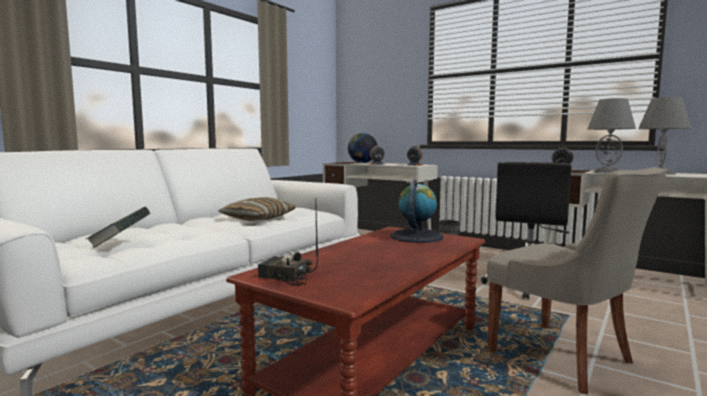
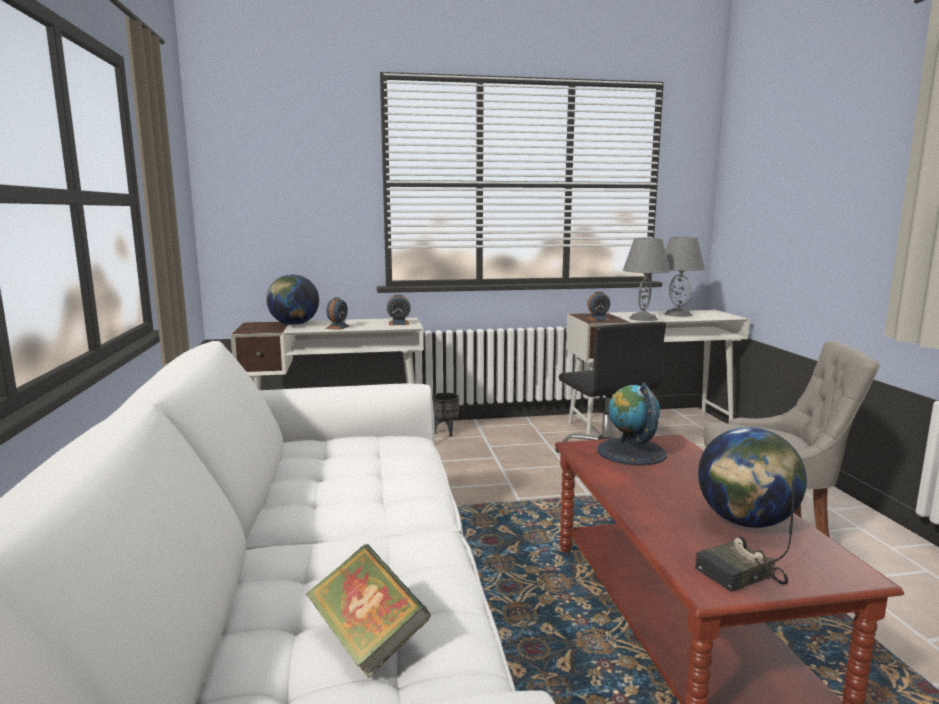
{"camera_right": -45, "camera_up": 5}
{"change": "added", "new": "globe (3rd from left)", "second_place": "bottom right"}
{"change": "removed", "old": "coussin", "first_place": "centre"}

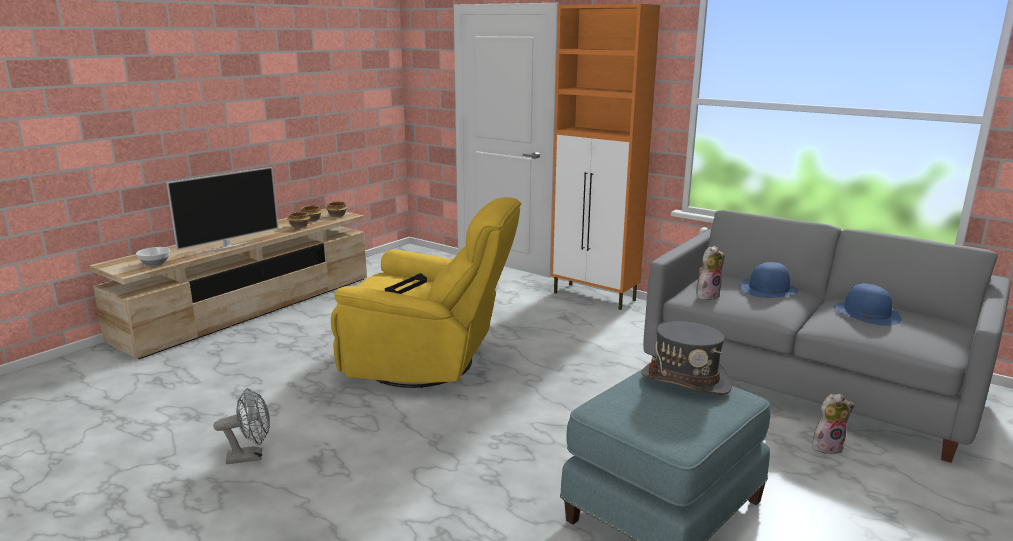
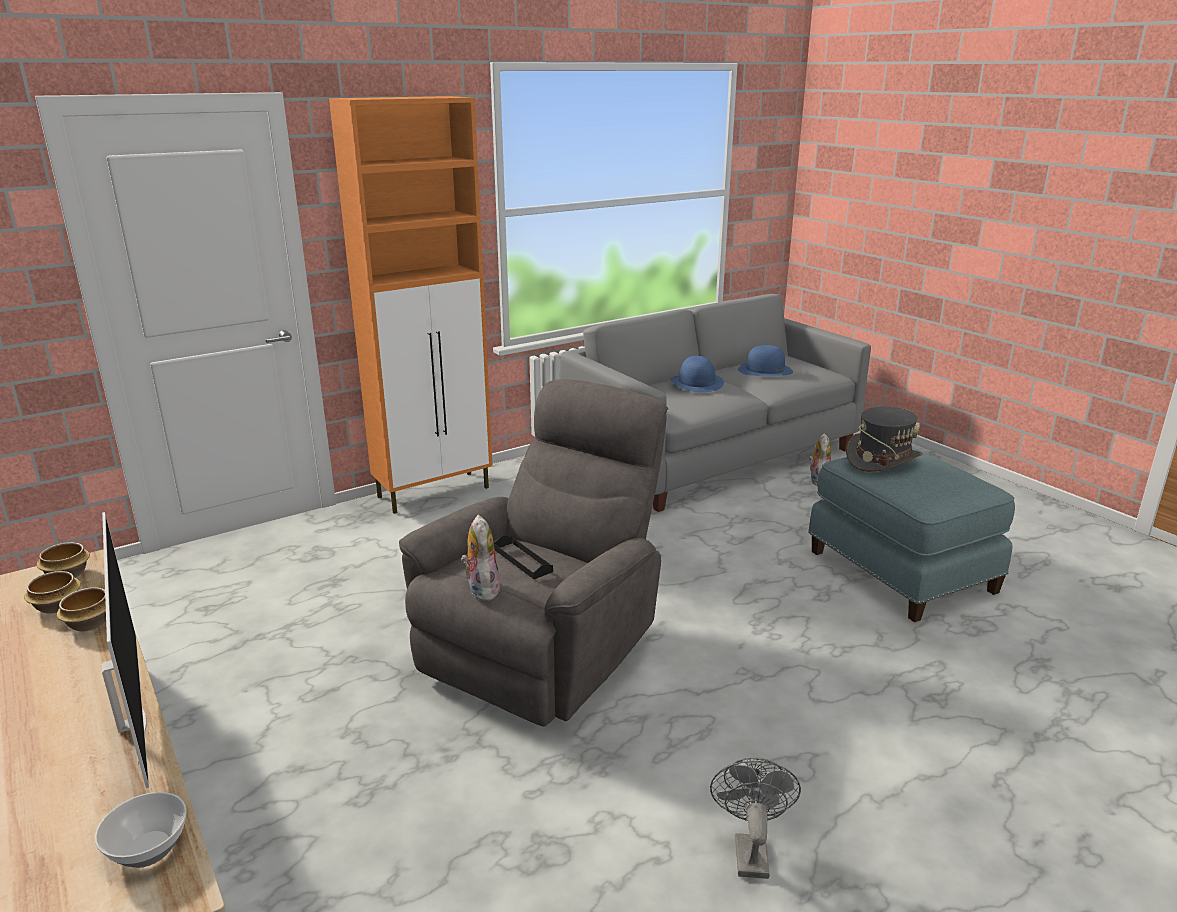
{"camera_right": -70, "camera_up": 5}
{"change": "recoloured", "old": "fauteuil/jaune", "new": "fauteuil/gris", "first_place": "centre", "second_place": "centre"}
{"change": "moved", "old": "peluche (1st from left)", "first_place": "middle right", "second_place": "centre"}

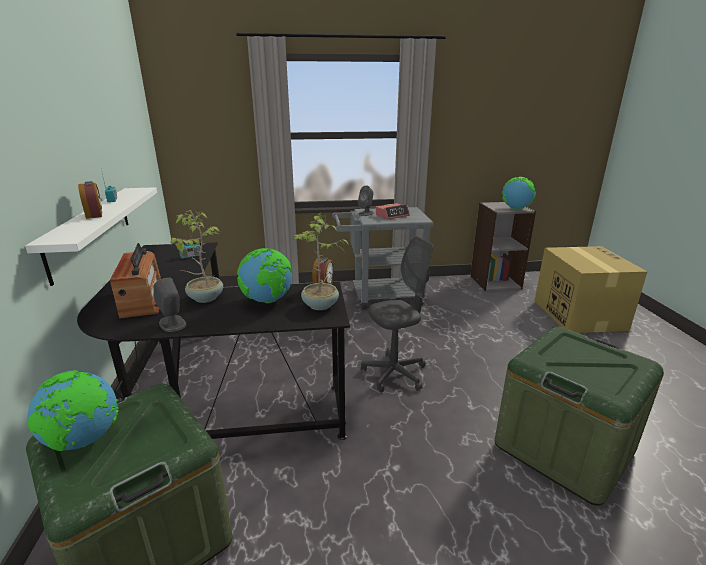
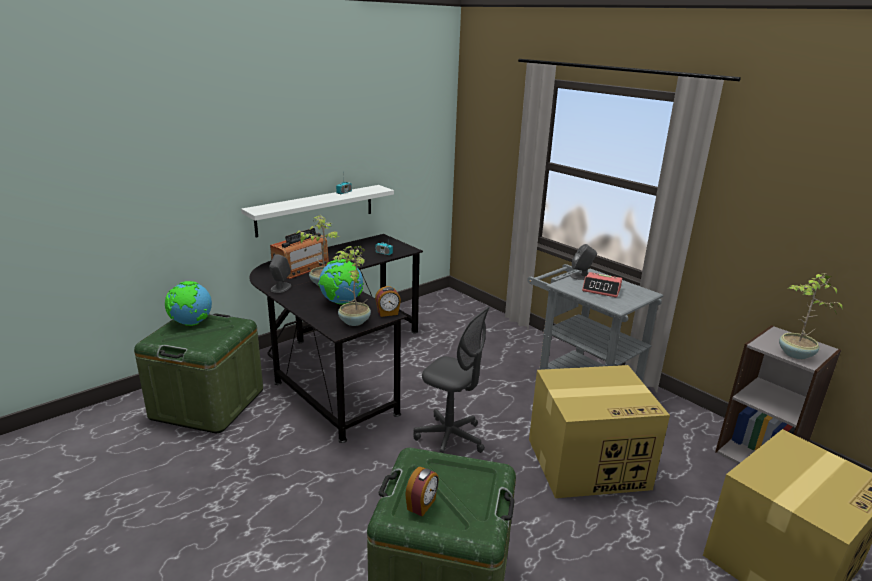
{"camera_right": 55, "camera_up": 0}
{"change": "moved", "old": "réveil (1st from left in the first image)", "new": "réveil (2nd from left)", "first_place": "middle left", "second_place": "bottom centre"}
{"change": "added", "new": "carton (1st from left)", "second_place": "bottom right"}
{"change": "replaced", "old": "globe (3rd from left)", "new": "plante en pot (3rd from left)", "first_place": "middle right", "second_place": "middle right"}

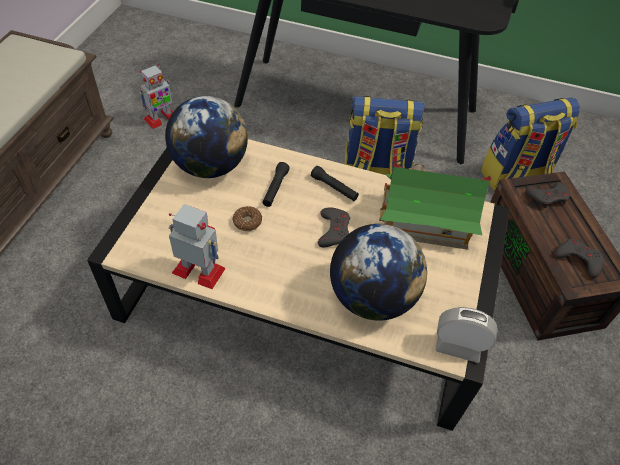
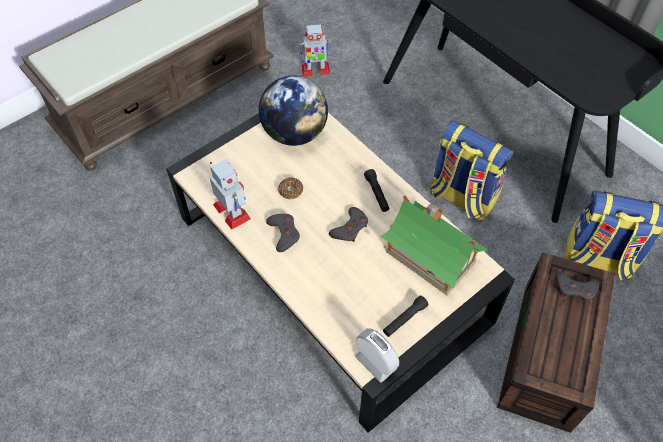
{"camera_right": 35, "camera_up": 5}
{"change": "moved", "old": "manette/gris (3rd from left in the first image)", "new": "manette/gris (1st from left)", "first_place": "middle right", "second_place": "centre"}
{"change": "moved", "old": "lampe de poche/noir (1st from left in the first image)", "new": "lampe de poche/noir (2nd from left)", "first_place": "centre", "second_place": "bottom centre"}
{"change": "removed", "old": "globe (2nd from left)", "first_place": "centre"}

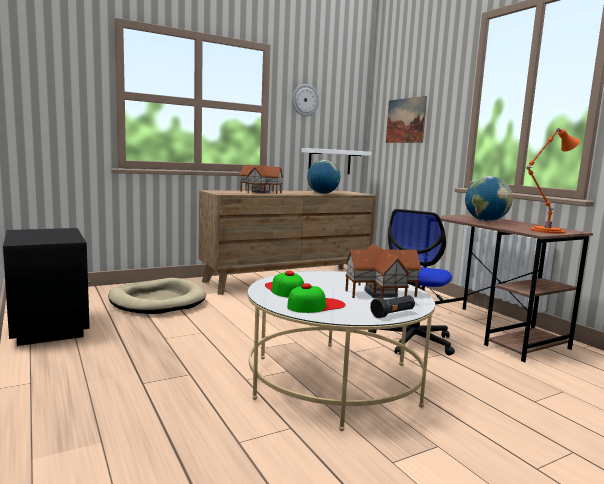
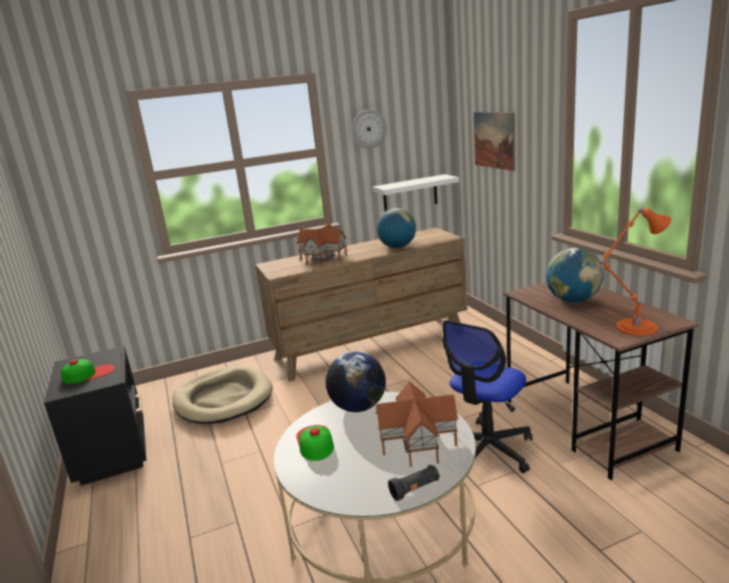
{"camera_right": 10, "camera_up": 10}
{"change": "moved", "old": "casquette (2nd from left in the first image)", "new": "casquette (1st from left)", "first_place": "centre", "second_place": "middle left"}
{"change": "added", "new": "globe (1st from left)", "second_place": "centre"}

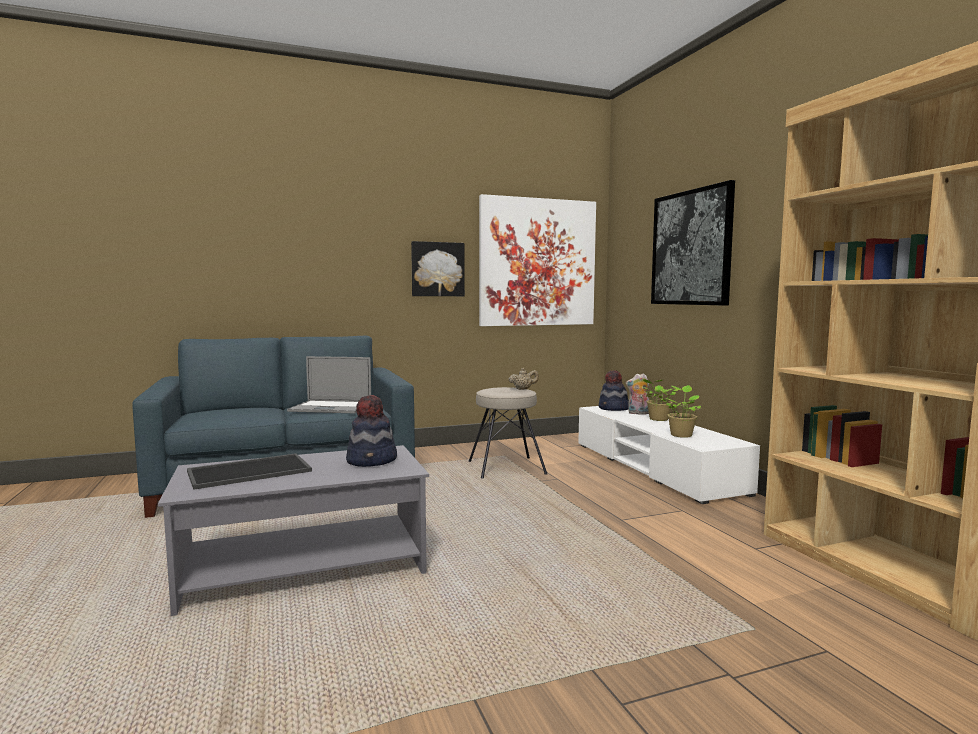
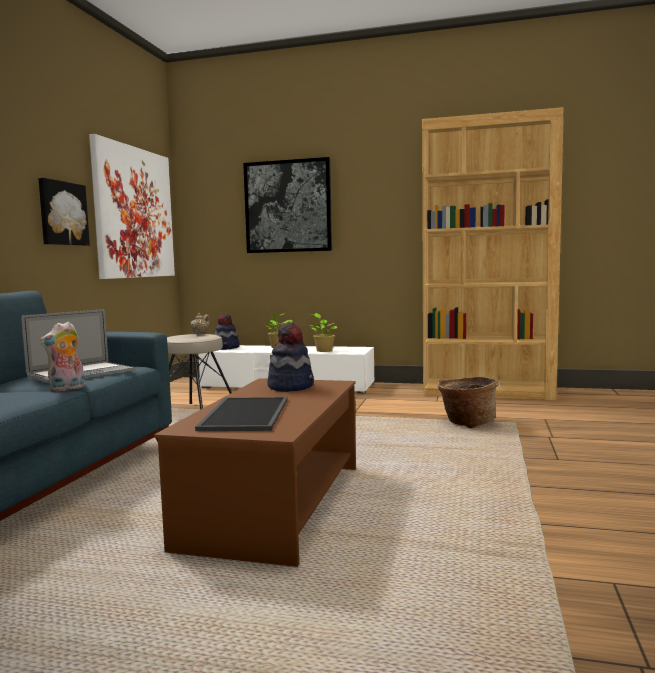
{"camera_right": -55, "camera_up": 0}
{"change": "moved", "old": "peluche", "first_place": "centre", "second_place": "middle left"}
{"change": "recoloured", "old": "table basse/gris", "new": "table basse/marron", "first_place": "bottom left", "second_place": "bottom centre"}
{"change": "added", "new": "panier", "second_place": "middle right"}

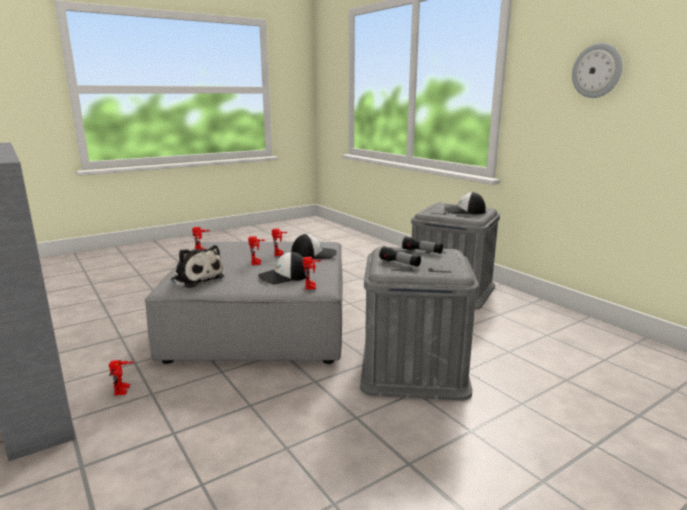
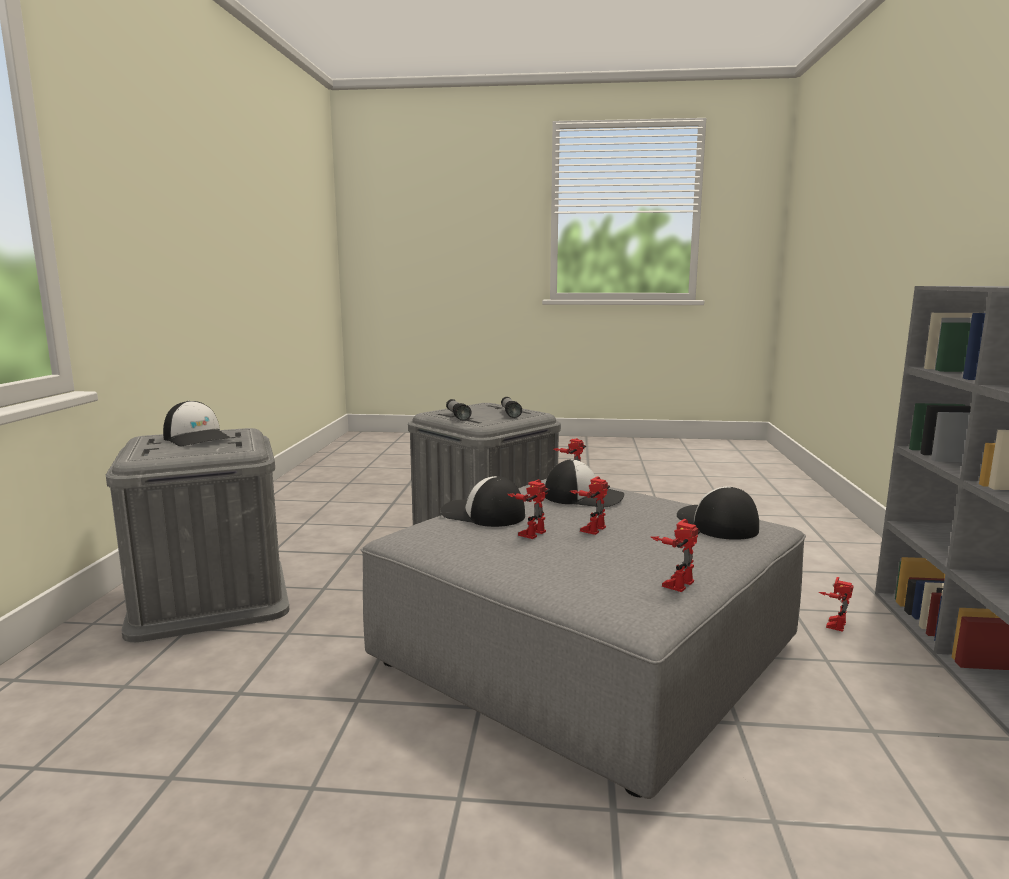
{"camera_right": -140, "camera_up": -5}
{"change": "replaced", "old": "peluche", "new": "casquette (4th from left)", "first_place": "middle left", "second_place": "middle right"}
{"change": "removed", "old": "horloge murale", "first_place": "top right"}

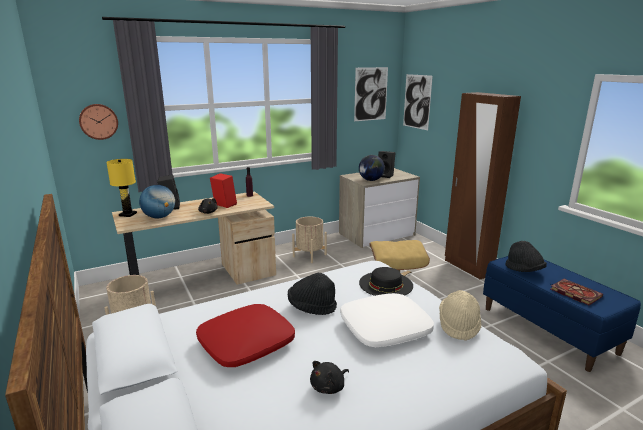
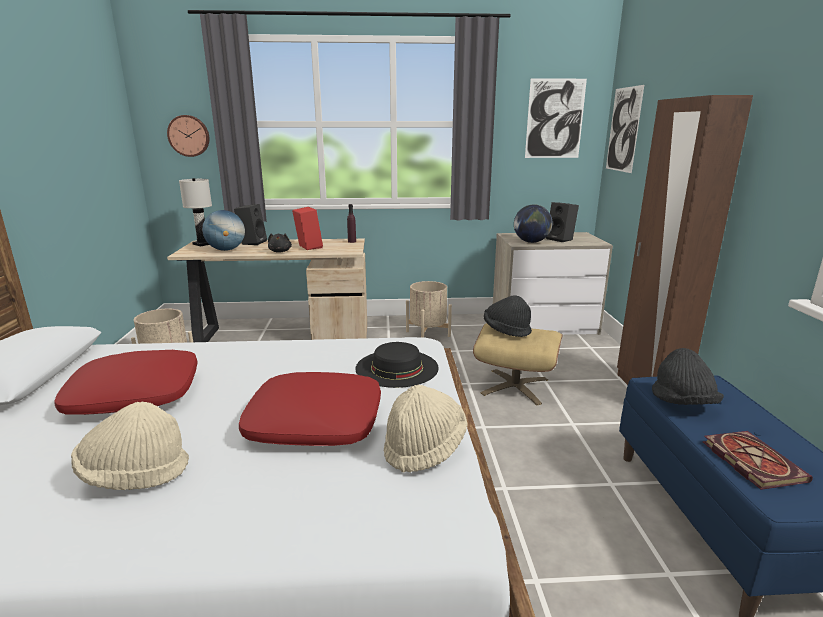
{"camera_right": 25, "camera_up": 0}
{"change": "replaced", "old": "peluche/noir (2nd from left)", "new": "chapeau/beige (1st from left)", "first_place": "bottom centre", "second_place": "bottom left"}
{"change": "recoloured", "old": "lampe de table/jaune", "new": "lampe de table/blanc", "first_place": "middle left", "second_place": "middle left"}
{"change": "recoloured", "old": "coussin/blanc", "new": "coussin/rouge (2nd from left)", "first_place": "bottom centre", "second_place": "centre"}
{"change": "moved", "old": "chapeau/noir (1st from left in the first image)", "new": "chapeau/noir (2nd from left)", "first_place": "bottom centre", "second_place": "centre"}

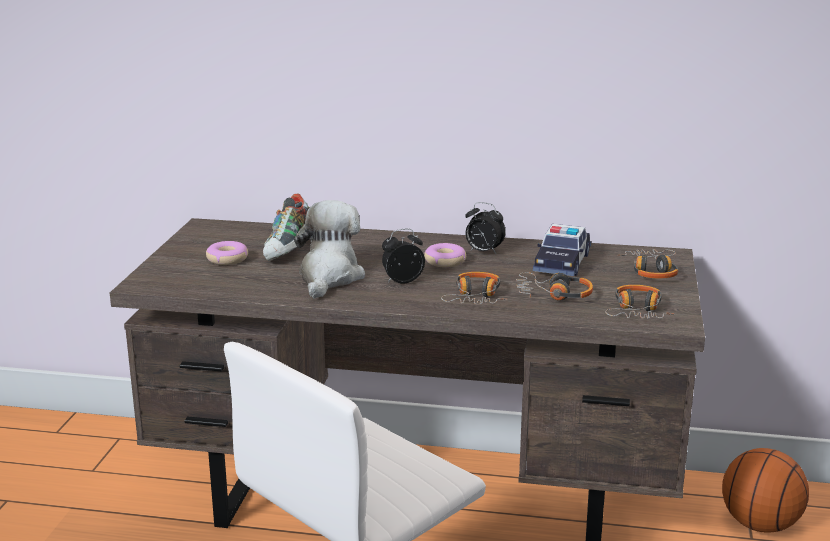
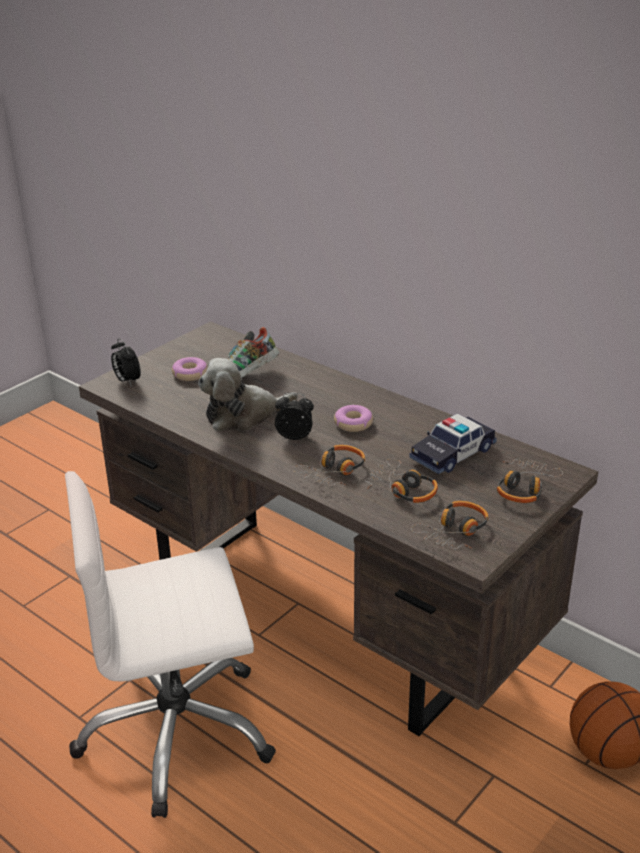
{"camera_right": 30, "camera_up": 10}
{"change": "moved", "old": "réveil (2nd from left in the first image)", "new": "réveil (1st from left)", "first_place": "centre", "second_place": "middle left"}
{"change": "turned", "old": "peluche", "first_place": "centre", "second_place": "centre", "degrees": -150}

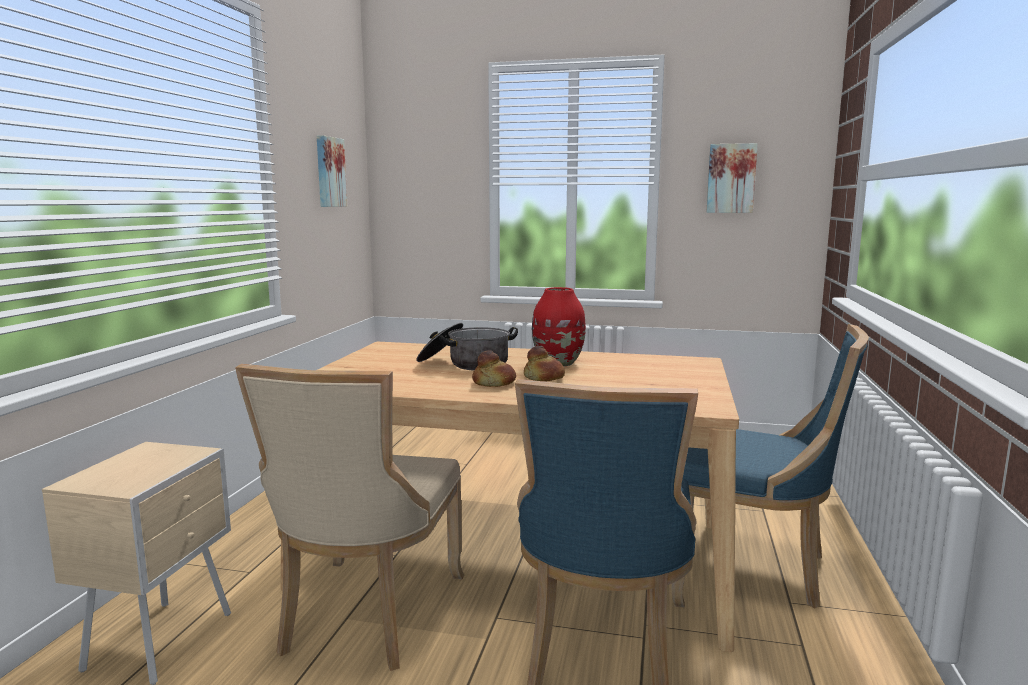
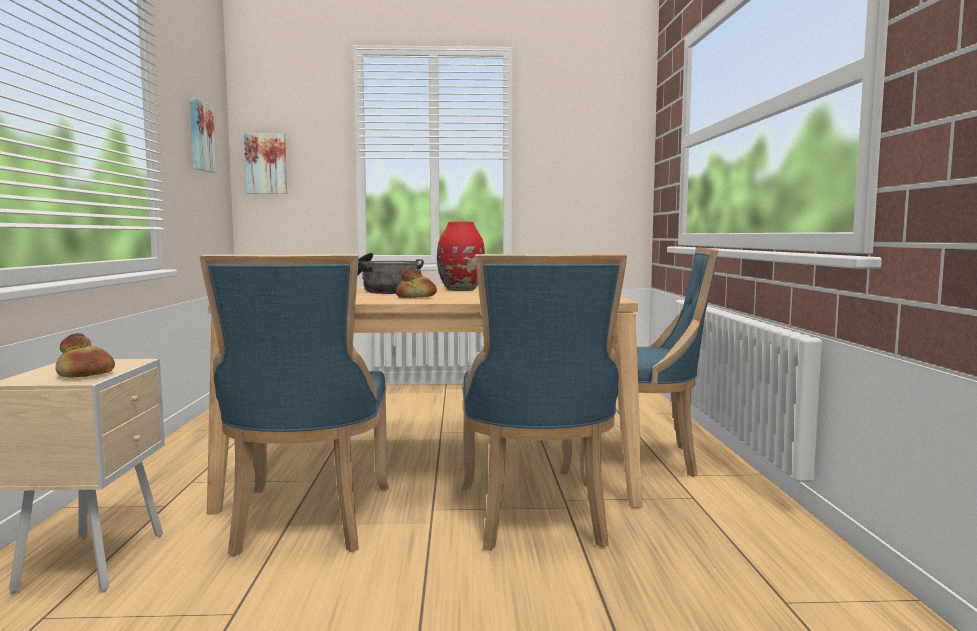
{"camera_right": -15, "camera_up": -5}
{"change": "moved", "old": "pain (2nd from left in the first image)", "new": "pain (1st from left)", "first_place": "centre", "second_place": "middle left"}
{"change": "recoloured", "old": "chaise/beige", "new": "chaise/bleu (1st from left)", "first_place": "bottom centre", "second_place": "middle left"}
{"change": "moved", "old": "tableau (2nd from left)", "first_place": "top right", "second_place": "top left"}

